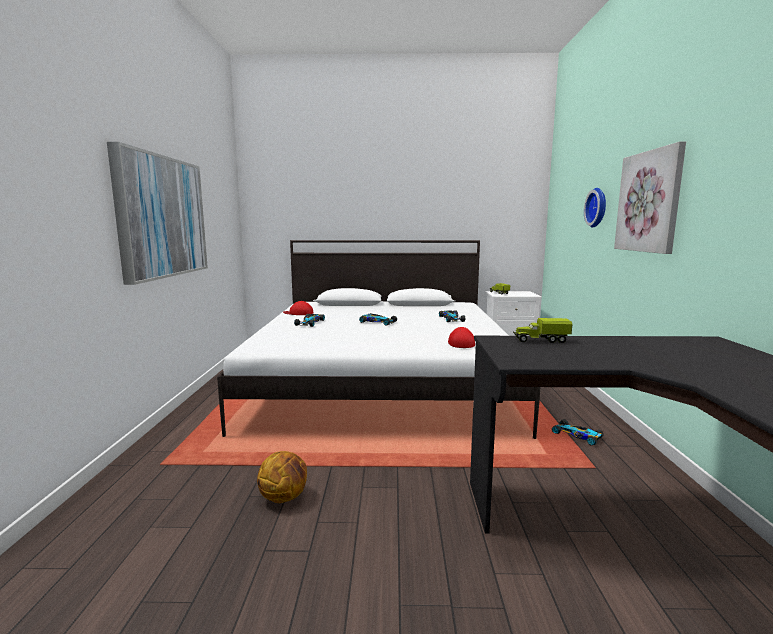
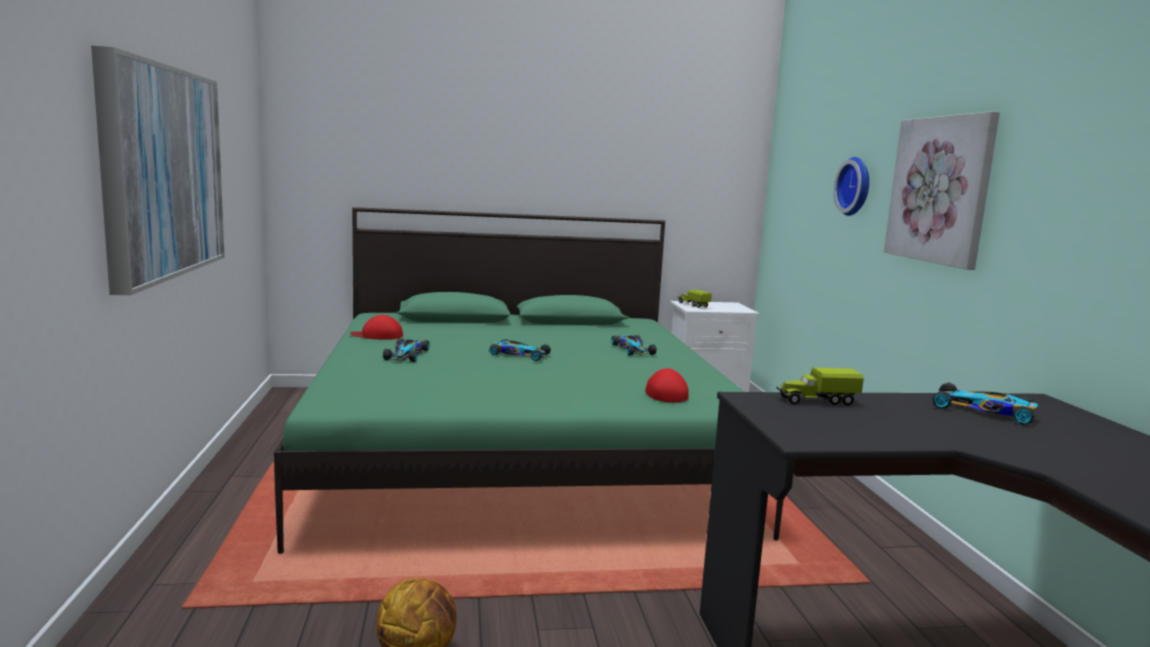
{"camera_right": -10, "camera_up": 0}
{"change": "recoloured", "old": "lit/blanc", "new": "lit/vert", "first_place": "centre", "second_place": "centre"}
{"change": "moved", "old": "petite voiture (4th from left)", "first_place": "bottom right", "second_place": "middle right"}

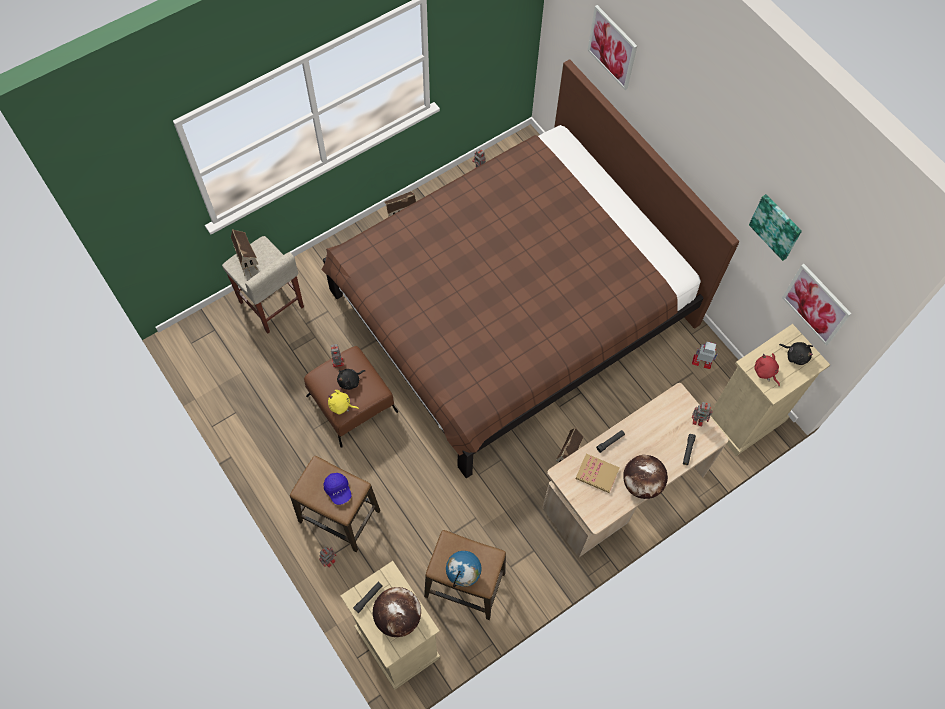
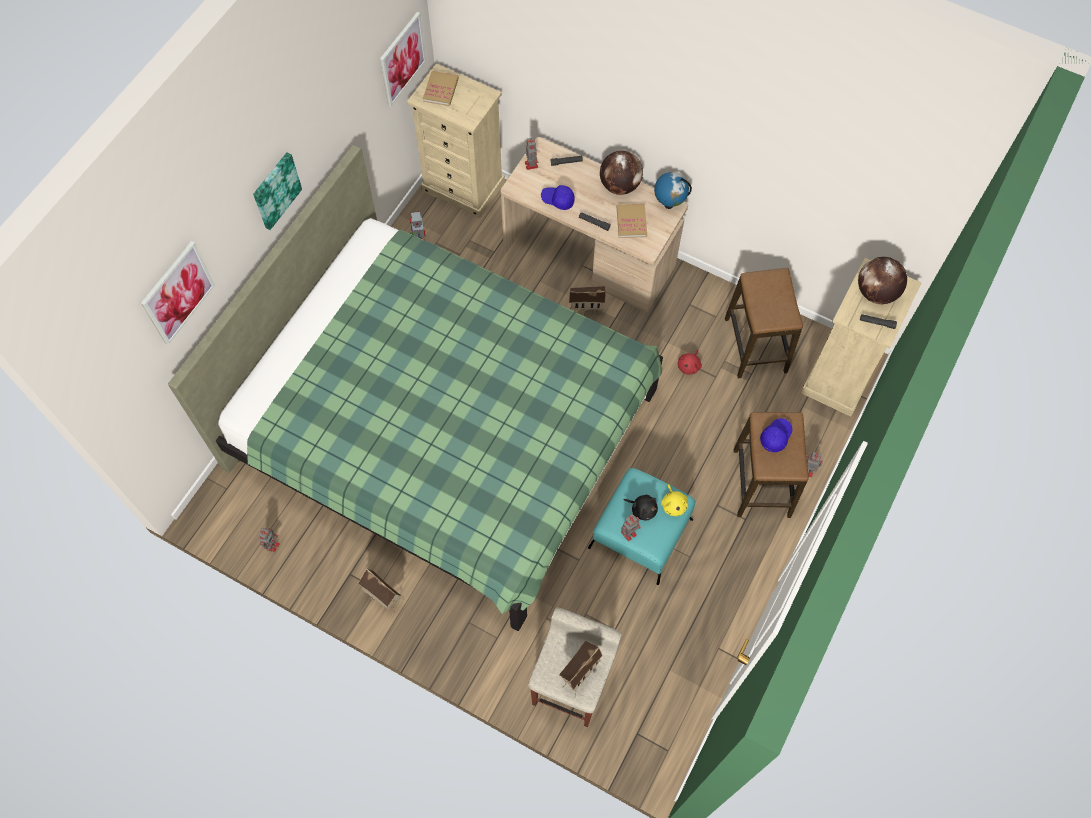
{"camera_right": -115, "camera_up": 0}
{"change": "recoloured", "old": "lit/marron", "new": "lit/vert", "first_place": "centre", "second_place": "centre"}
{"change": "moved", "old": "tableau (2nd from left)", "first_place": "top right", "second_place": "top left"}
{"change": "replaced", "old": "peluche/noir (2nd from left)", "new": "livre (1st from left)", "first_place": "middle right", "second_place": "top centre"}
{"change": "added", "new": "casquette/bleu (1st from left)", "second_place": "top centre"}
{"change": "recoloured", "old": "pouf/marron", "new": "pouf/turquoise", "first_place": "centre", "second_place": "centre"}
{"change": "moved", "old": "globe (2nd from left)", "first_place": "bottom centre", "second_place": "top centre"}
{"change": "moved", "old": "peluche/rouge", "first_place": "middle right", "second_place": "centre"}

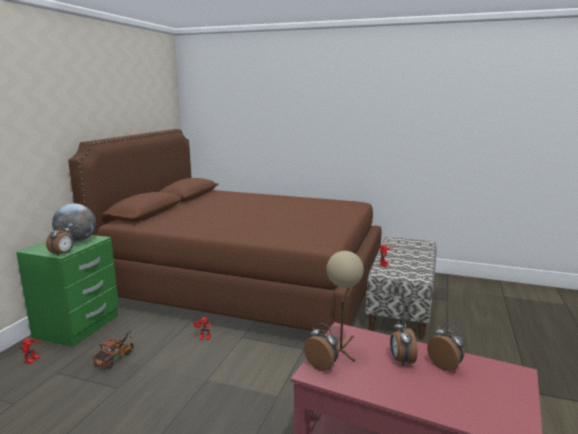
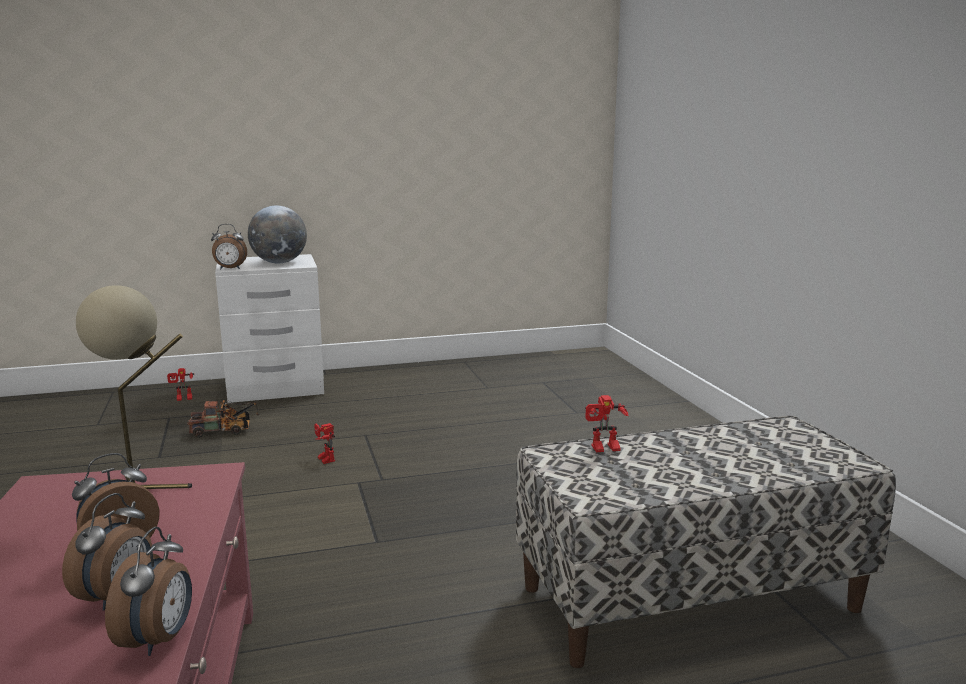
{"camera_right": 55, "camera_up": 0}
{"change": "moved", "old": "réveil (2nd from left in the first image)", "new": "réveil (3rd from left)", "first_place": "bottom centre", "second_place": "bottom left"}
{"change": "recoloured", "old": "table de chevet/vert", "new": "table de chevet/blanc", "first_place": "bottom left", "second_place": "middle left"}
{"change": "removed", "old": "lit/marron", "first_place": "centre"}

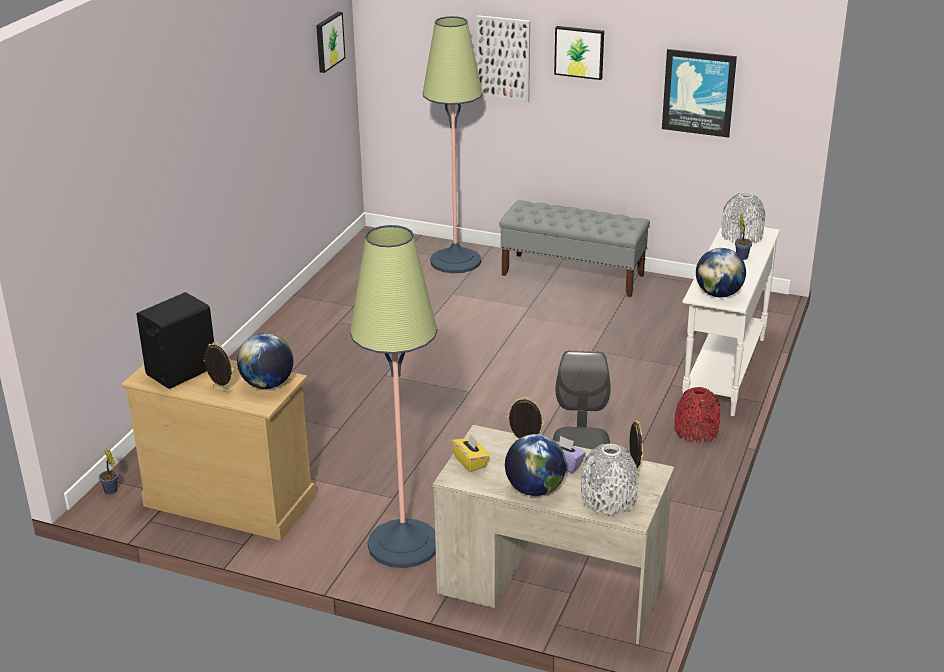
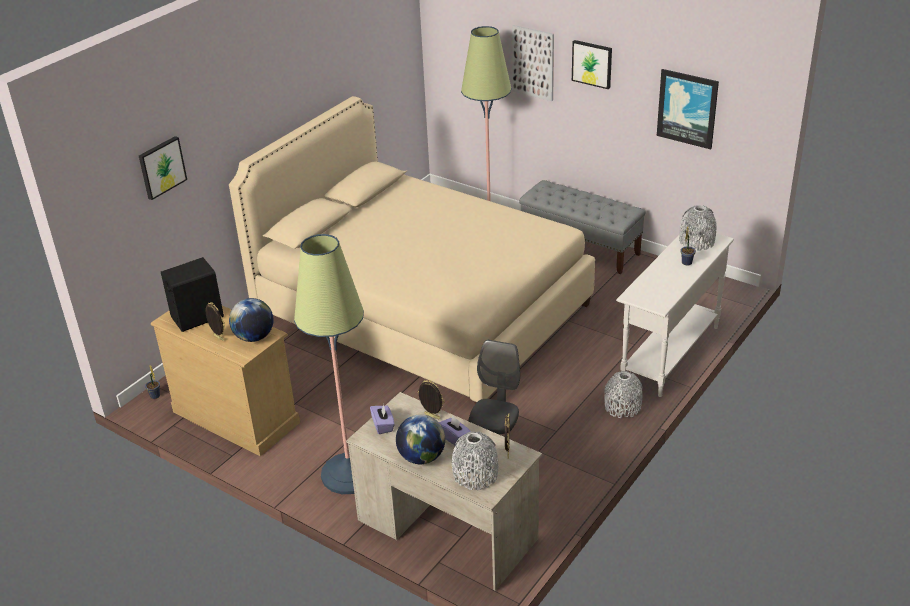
{"camera_right": 15, "camera_up": 5}
{"change": "moved", "old": "tableau (1st from left)", "first_place": "top centre", "second_place": "top left"}
{"change": "added", "new": "lit/beige", "second_place": "centre"}
{"change": "recoloured", "old": "boîte à mouchoirs/jaune", "new": "boîte à mouchoirs/violet (1st from left)", "first_place": "bottom centre", "second_place": "bottom centre"}
{"change": "recoloured", "old": "vase/rouge", "new": "vase/gris (2nd from left)", "first_place": "middle right", "second_place": "middle right"}
{"change": "removed", "old": "globe (3rd from left)", "first_place": "middle right"}

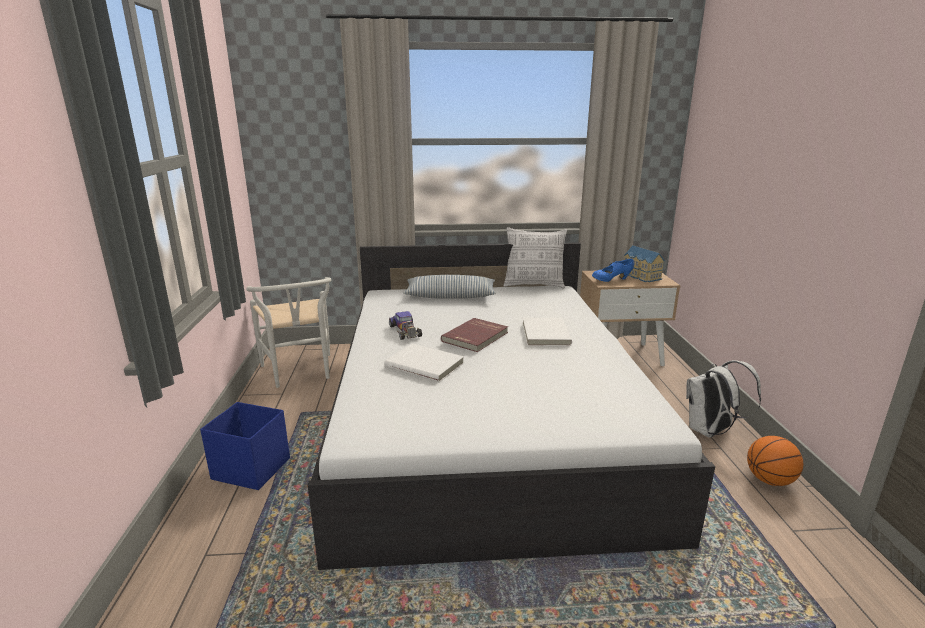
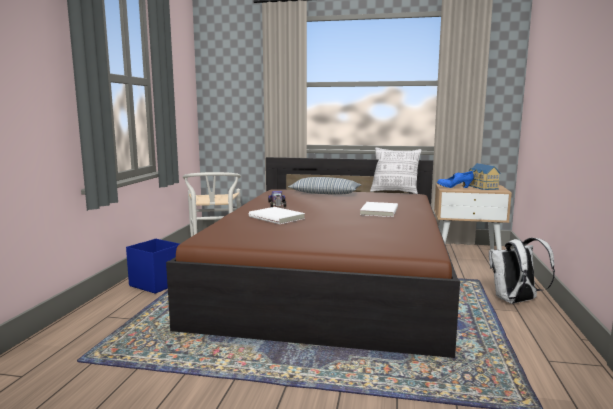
{"camera_right": 15, "camera_up": -10}
{"change": "recoloured", "old": "lit/blanc", "new": "lit/marron", "first_place": "centre", "second_place": "centre"}
{"change": "removed", "old": "livre/rouge", "first_place": "centre"}
{"change": "removed", "old": "ballon de basket", "first_place": "bottom right"}

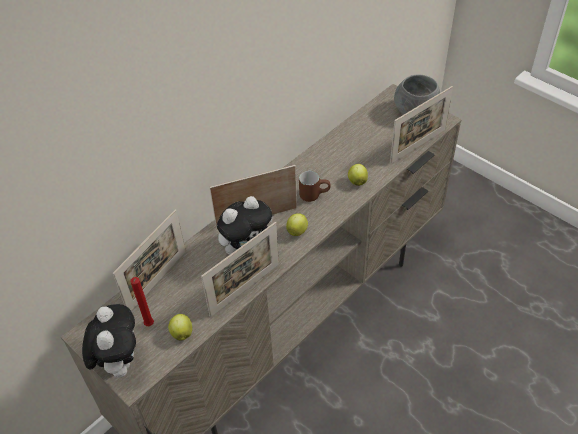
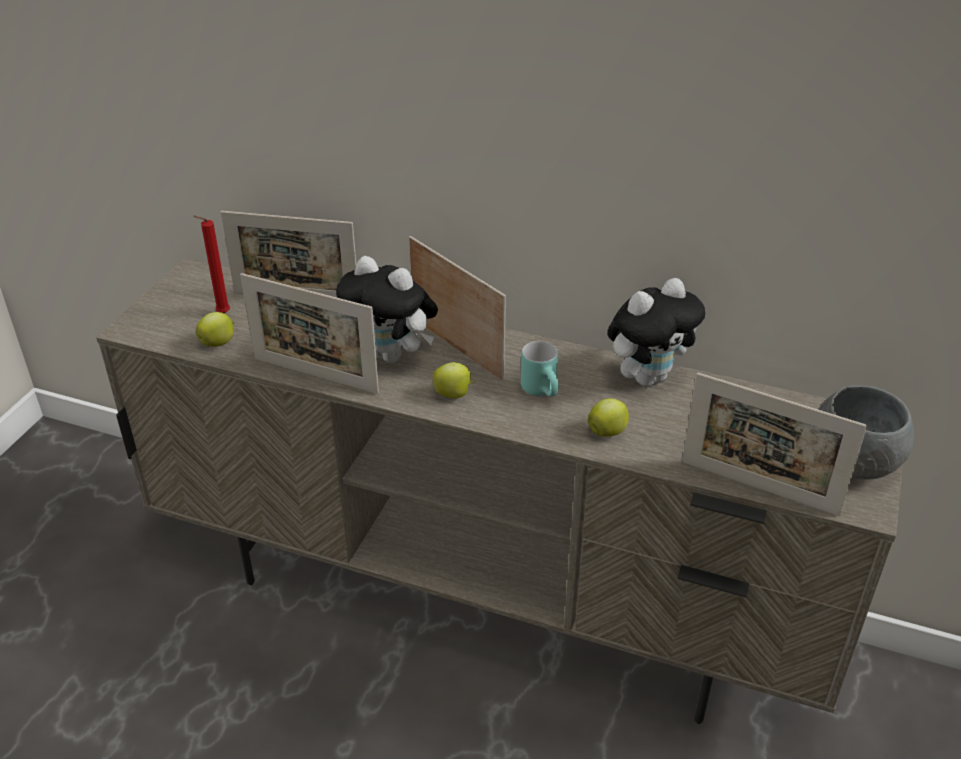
{"camera_right": 65, "camera_up": -10}
{"change": "recoloured", "old": "mug/marron", "new": "mug/turquoise", "first_place": "centre", "second_place": "centre"}
{"change": "moved", "old": "peluche (1st from left in the first image)", "new": "peluche (2nd from left)", "first_place": "bottom left", "second_place": "middle right"}

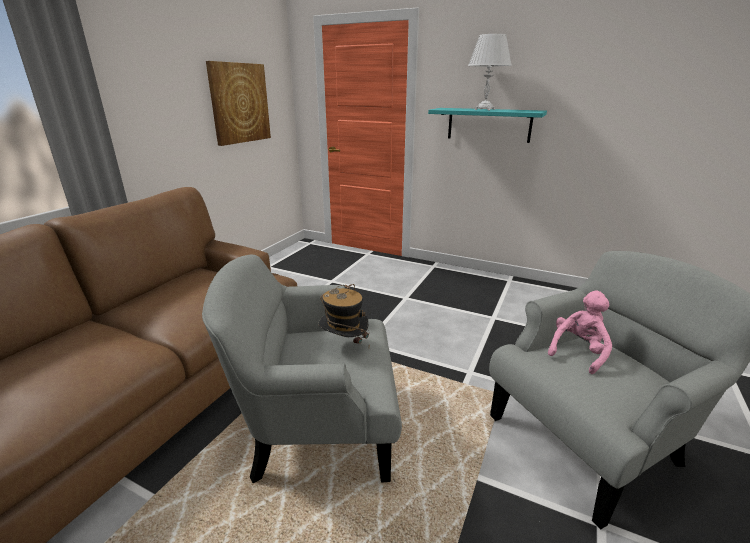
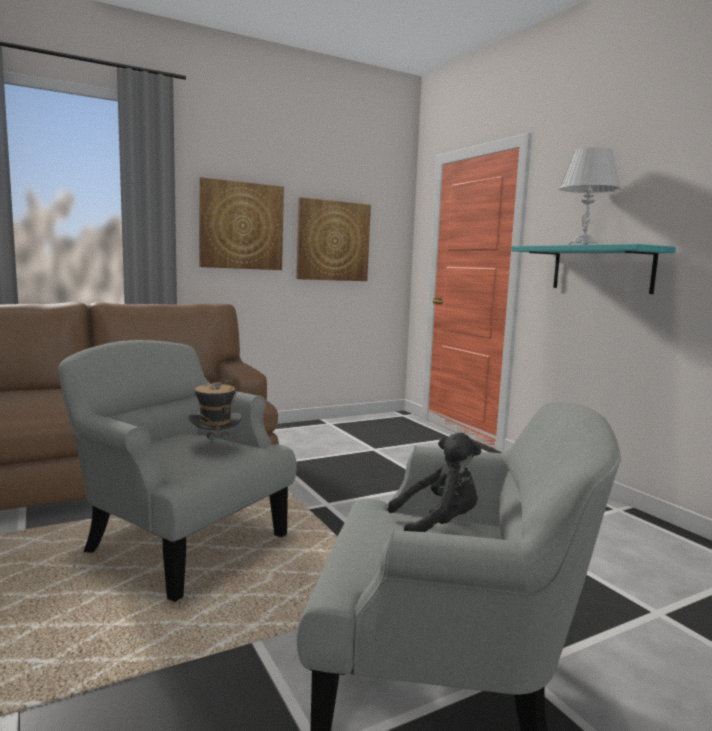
{"camera_right": 35, "camera_up": -15}
{"change": "added", "new": "tableau (1st from left)", "second_place": "top centre"}
{"change": "recoloured", "old": "peluche/rose", "new": "peluche/noir", "first_place": "middle right", "second_place": "centre"}

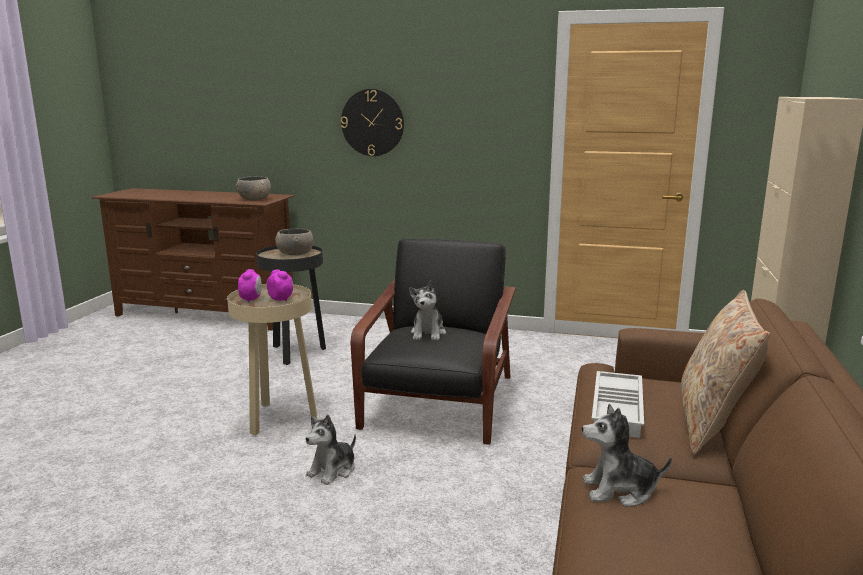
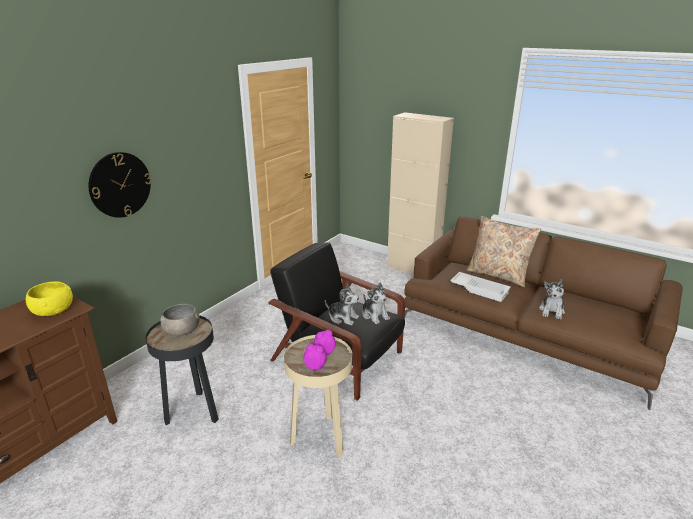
{"camera_right": -70, "camera_up": 10}
{"change": "recoloured", "old": "bol/gris (1st from left)", "new": "bol/jaune", "first_place": "top left", "second_place": "middle left"}
{"change": "moved", "old": "peluche (1st from left in the first image)", "new": "peluche (2nd from left)", "first_place": "bottom centre", "second_place": "centre"}

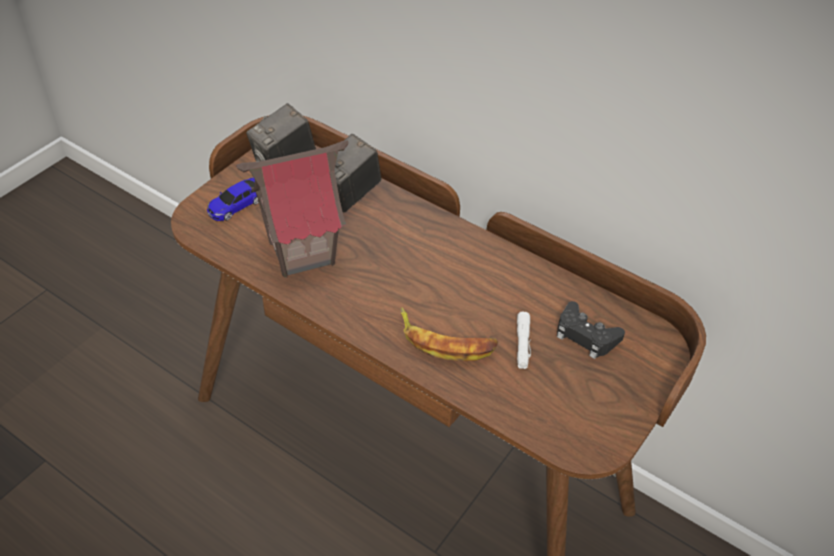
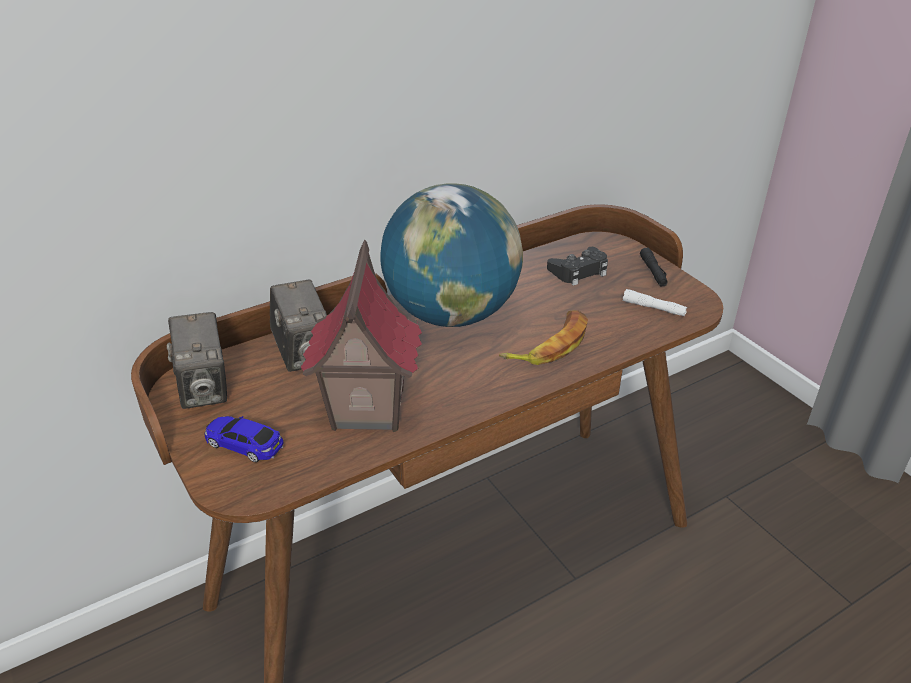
{"camera_right": -65, "camera_up": -10}
{"change": "turned", "old": "petite voiture", "first_place": "middle left", "second_place": "middle left", "degrees": 135}
{"change": "added", "new": "globe", "second_place": "centre"}
{"change": "moved", "old": "lampe de poche/blanc", "first_place": "centre", "second_place": "middle right"}
{"change": "added", "new": "lampe de poche/noir", "second_place": "middle right"}

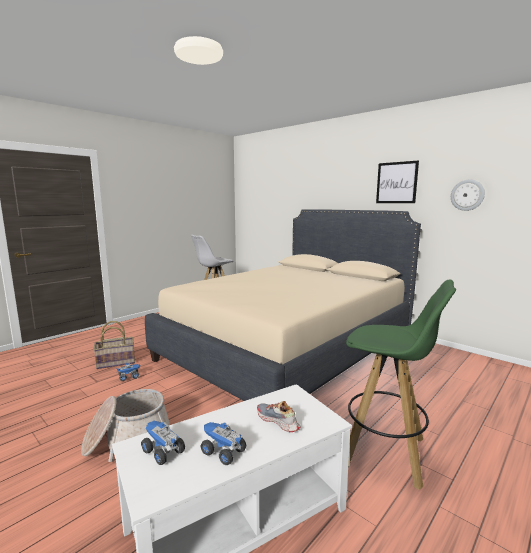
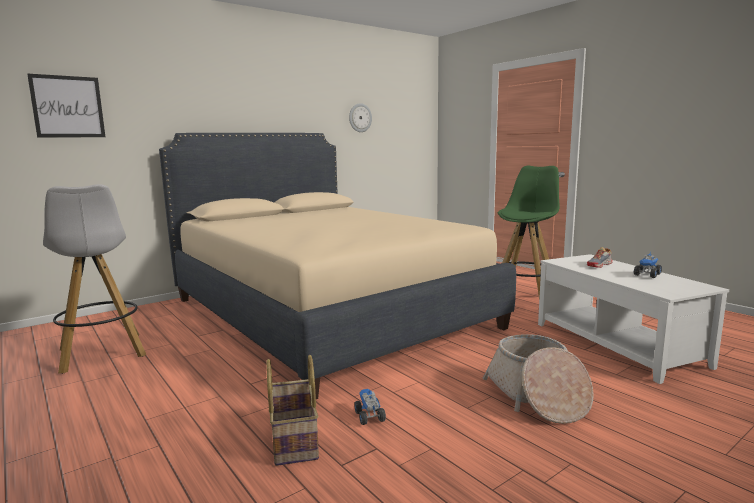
{"camera_right": -80, "camera_up": 0}
{"change": "moved", "old": "tableau", "first_place": "top right", "second_place": "top left"}
{"change": "removed", "old": "camion jouet (2nd from left)", "first_place": "bottom left"}

